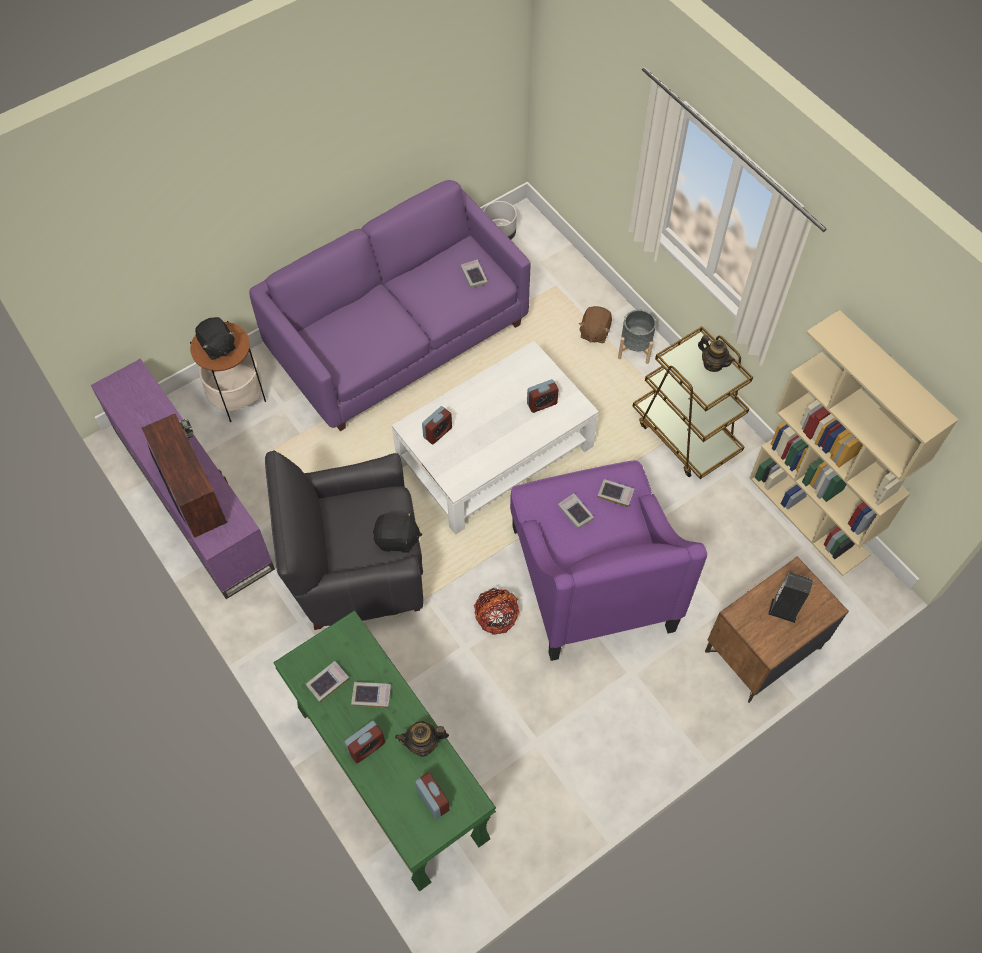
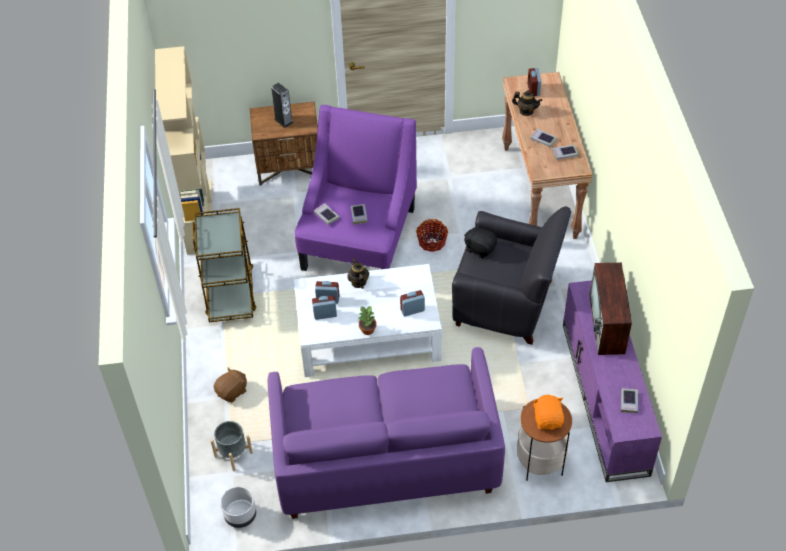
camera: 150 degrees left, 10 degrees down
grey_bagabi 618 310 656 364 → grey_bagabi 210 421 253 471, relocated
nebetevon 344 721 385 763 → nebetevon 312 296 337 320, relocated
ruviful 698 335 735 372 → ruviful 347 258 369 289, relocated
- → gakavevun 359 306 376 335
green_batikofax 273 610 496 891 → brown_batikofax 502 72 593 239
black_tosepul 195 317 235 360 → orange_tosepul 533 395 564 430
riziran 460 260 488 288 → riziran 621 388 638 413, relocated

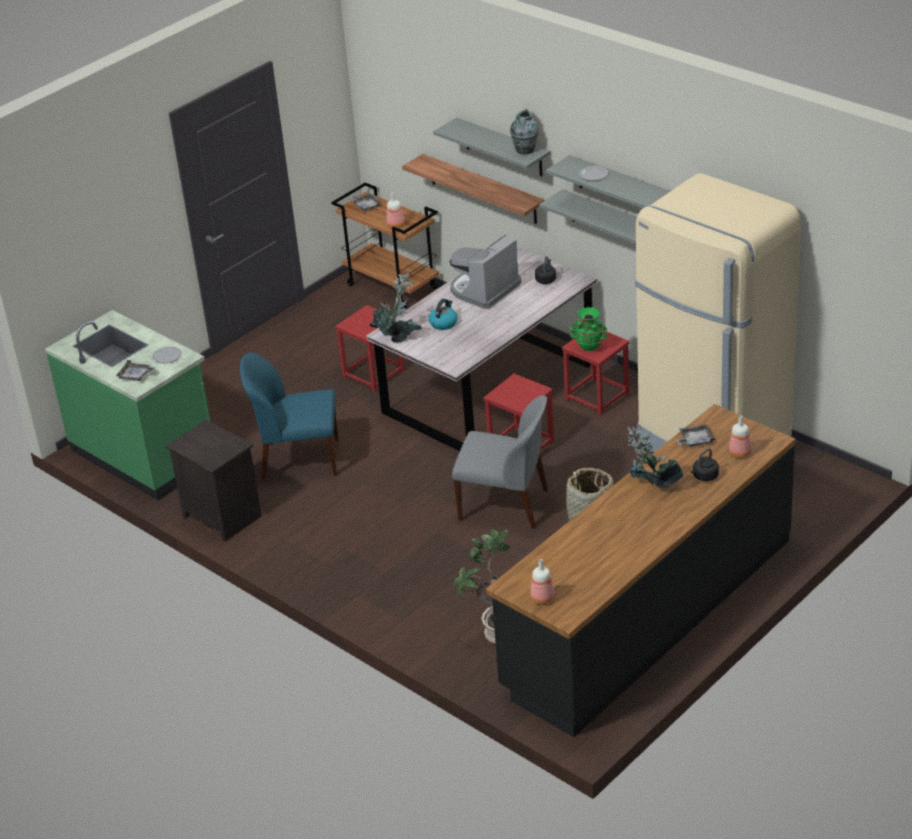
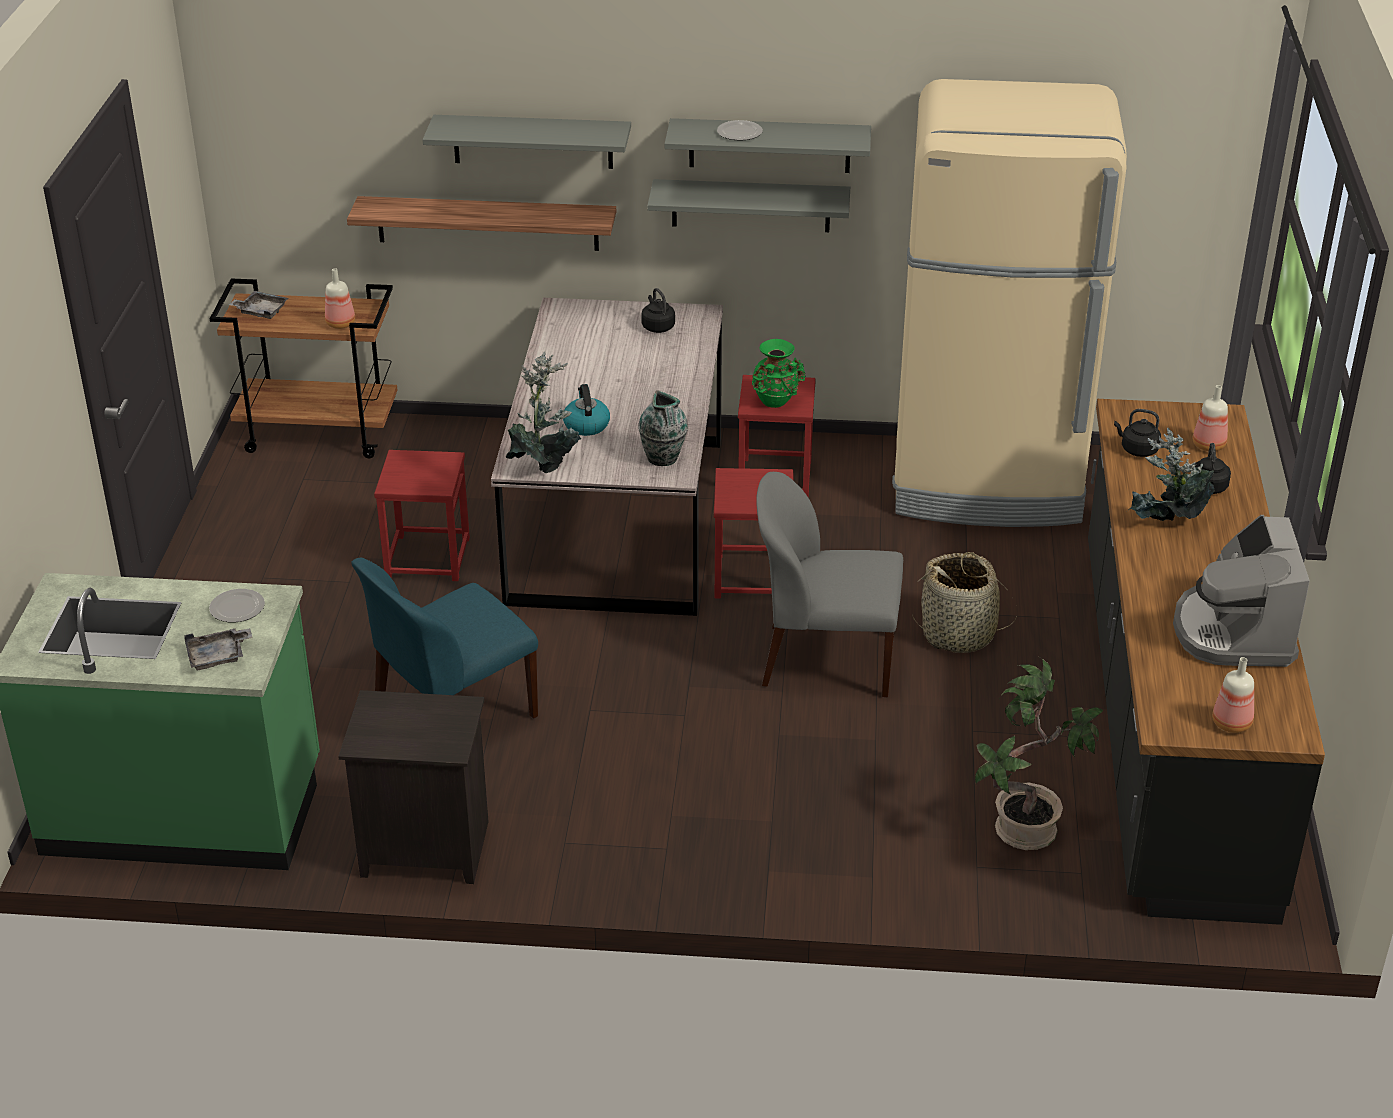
camera: 40 degrees left, 0 degrees up
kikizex 510 109 539 155 → kikizex 638 390 688 466, relocated
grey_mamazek 452 395 549 528 → grey_mamazek 756 472 903 697, 150 degrees counterclockwise
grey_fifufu 676 424 715 447 → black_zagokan 1114 409 1161 457
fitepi 450 235 521 309 → fitepi 1173 515 1310 667, relocated

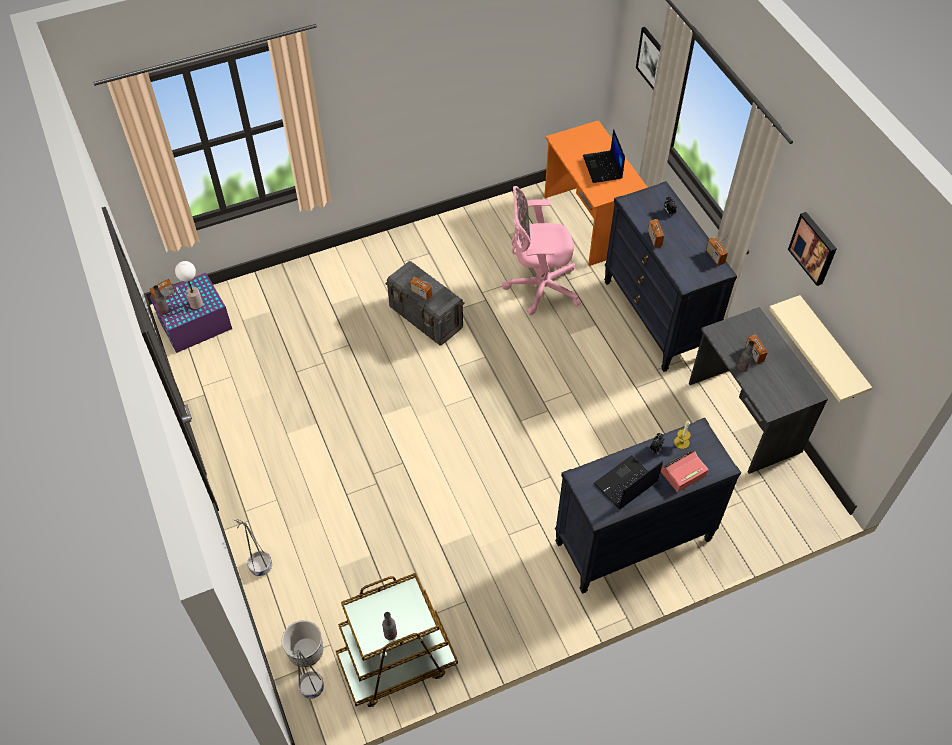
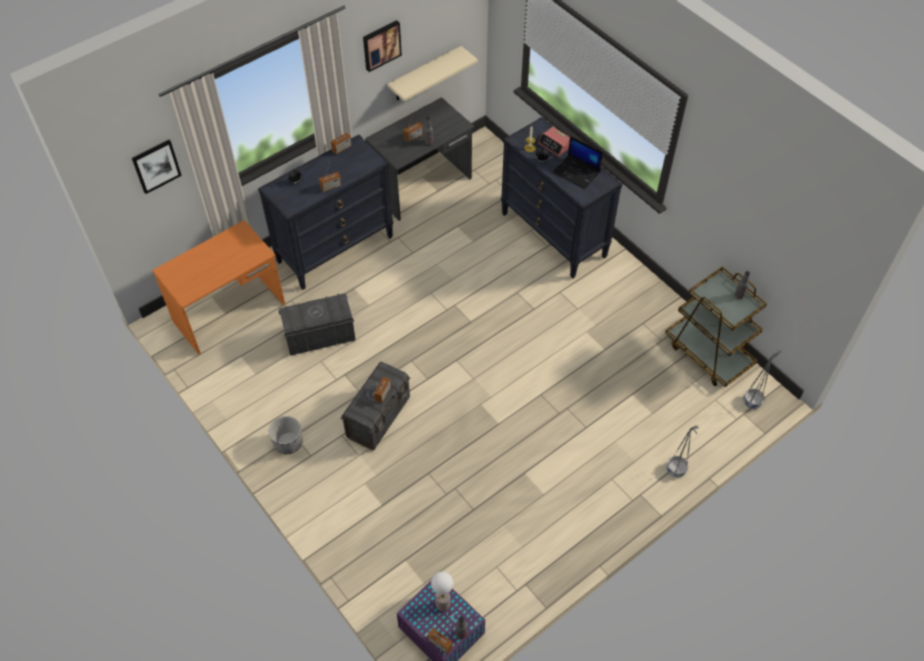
camera: 105 degrees left, 0 degrees up
bagabi 282 620 323 667 → bagabi 269 416 303 454, relocated
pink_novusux 502 186 581 315 → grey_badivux 278 293 356 356
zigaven 583 129 625 183 → -

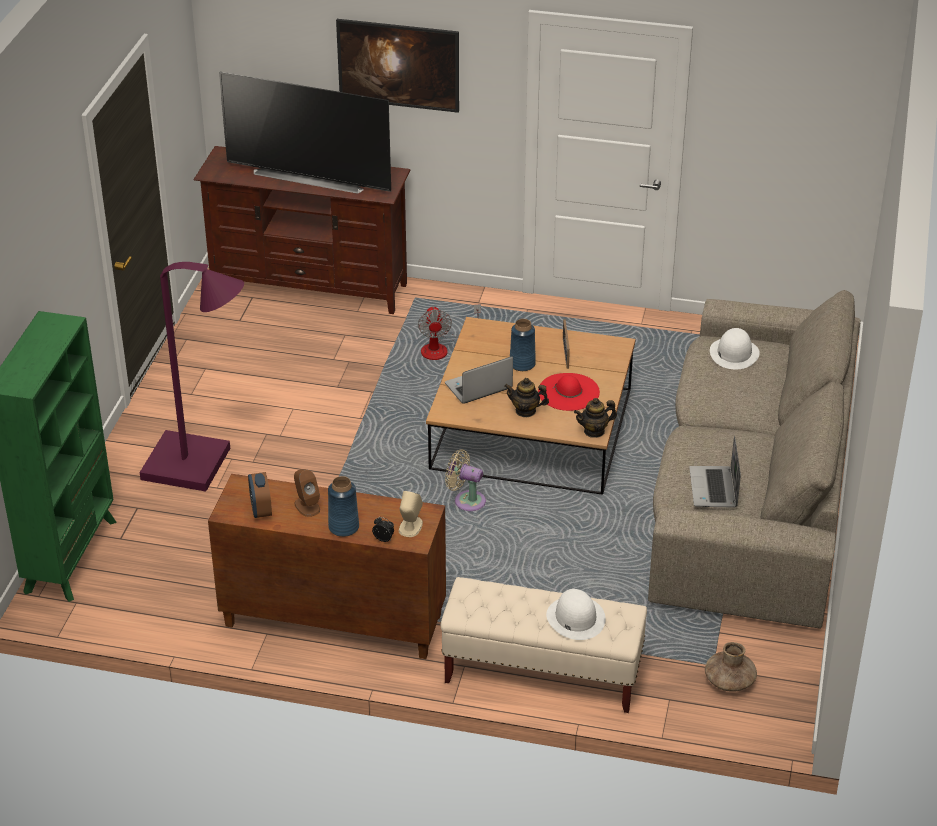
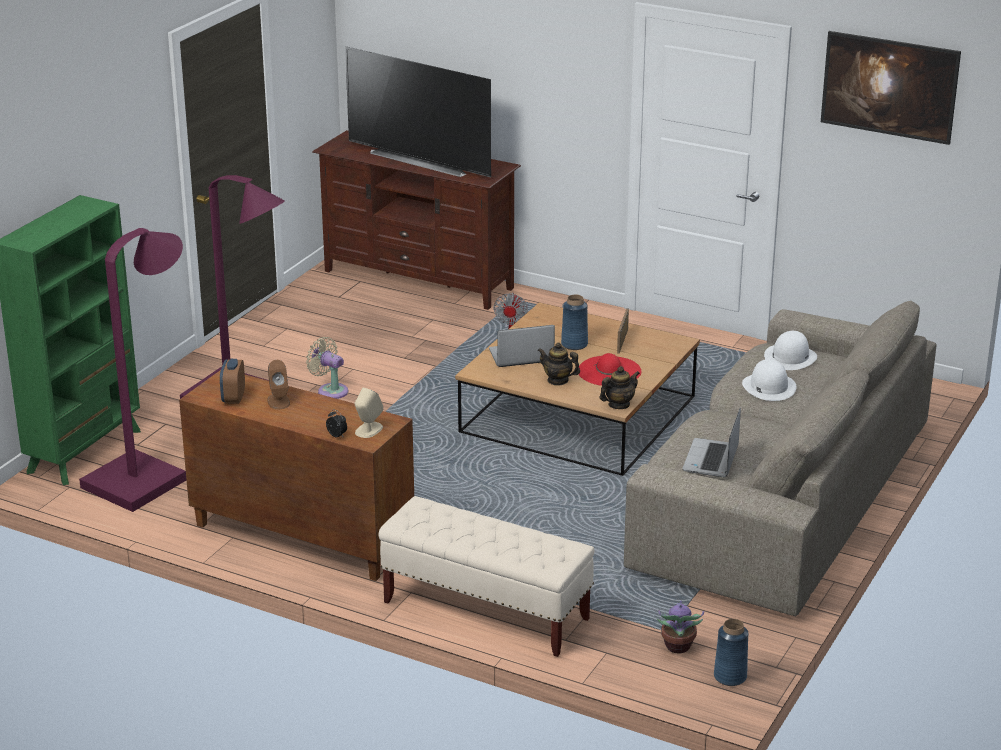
camera: 15 degrees right, 10 degrees down
- → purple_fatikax 79 228 186 512
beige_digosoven 445 449 486 511 → beige_digosoven 306 337 348 399, relocated
ruviful 574 398 617 438 → ruviful 600 366 640 409, 150 degrees clockwise
brown_kikizex 705 642 757 692 → gakavevun 657 601 704 653
blue_kikizex 328 476 359 537 → blue_kikizex 714 619 749 686, relocated
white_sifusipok 546 589 605 640 → white_sifusipok 742 359 796 401, relocated
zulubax 336 19 459 113 → zulubax 821 31 961 145, relocated

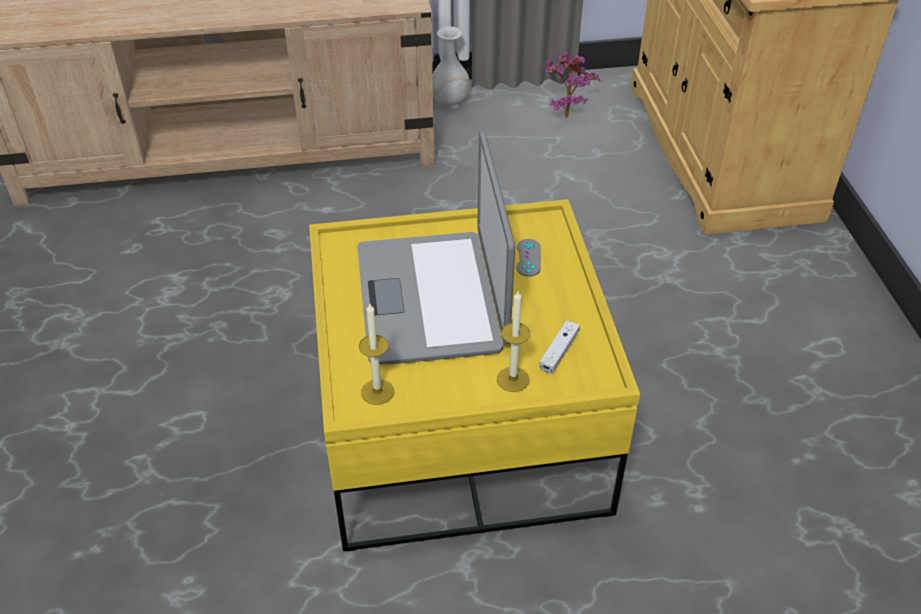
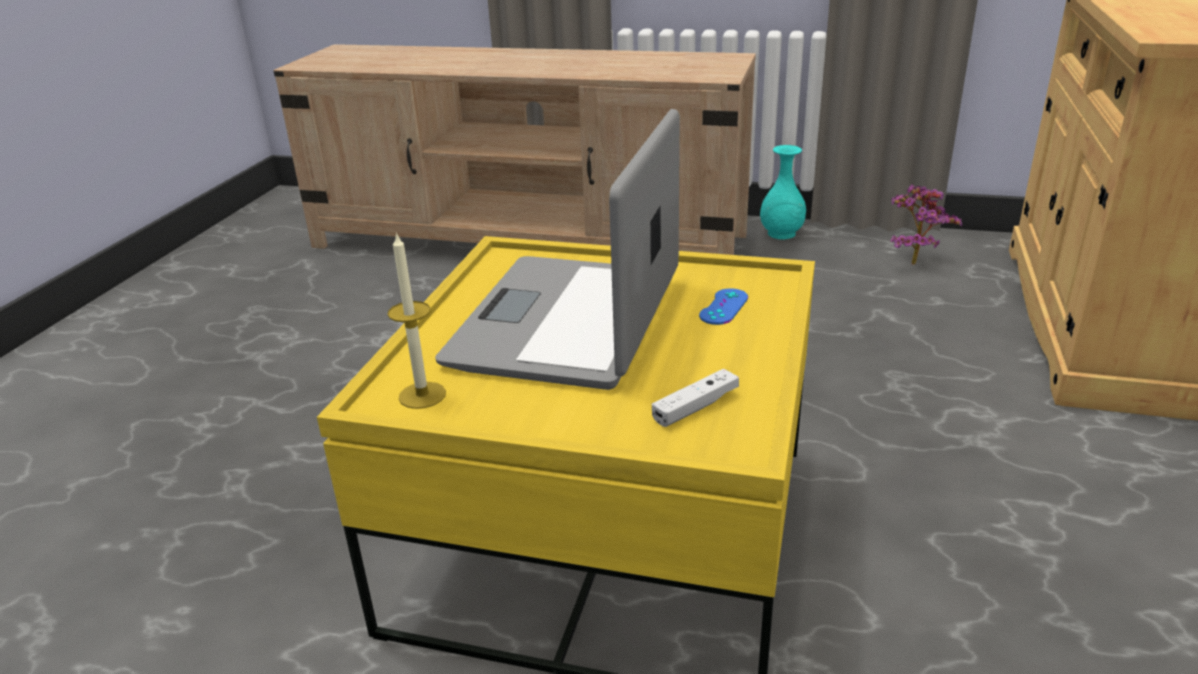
camera: 25 degrees right, 15 degrees down
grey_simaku 517 239 541 277 → blue_simaku 699 288 748 325
white_kikizex 433 27 470 109 → turquoise_kikizex 760 145 806 239
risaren 497 291 530 392 → -

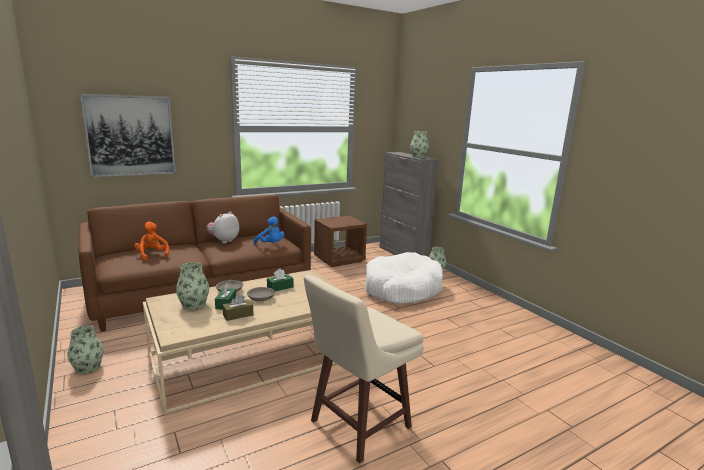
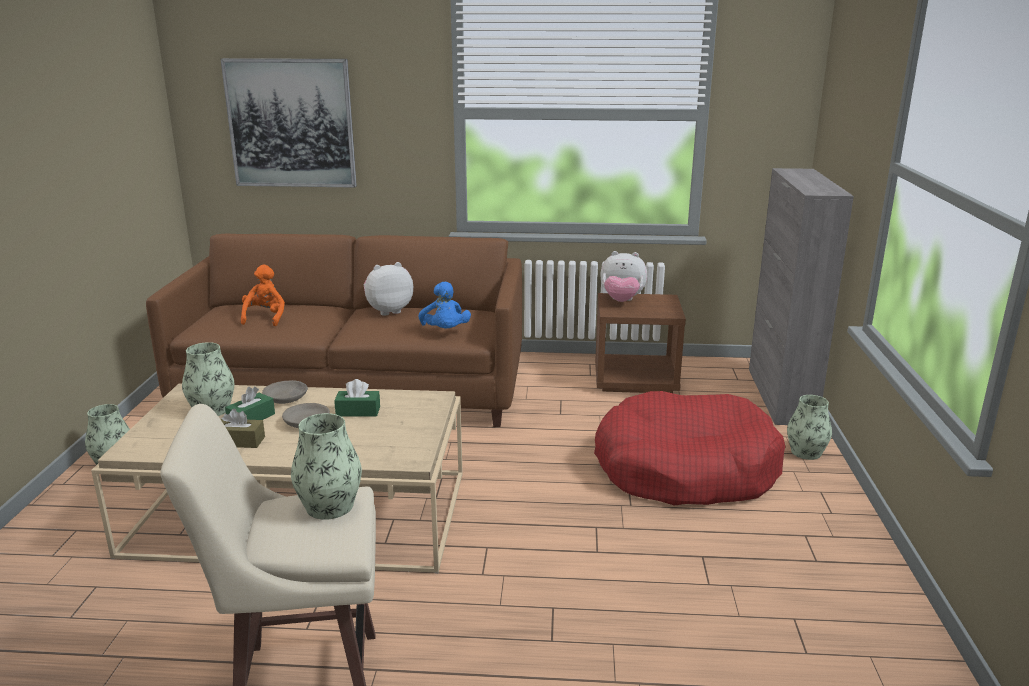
camera: 35 degrees right, 5 degrees up
kikizex 410 131 429 158 → kikizex 291 413 362 520, relocated
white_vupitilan 365 252 443 304 → red_vupitilan 594 391 785 506
- → tosepul 600 251 647 302

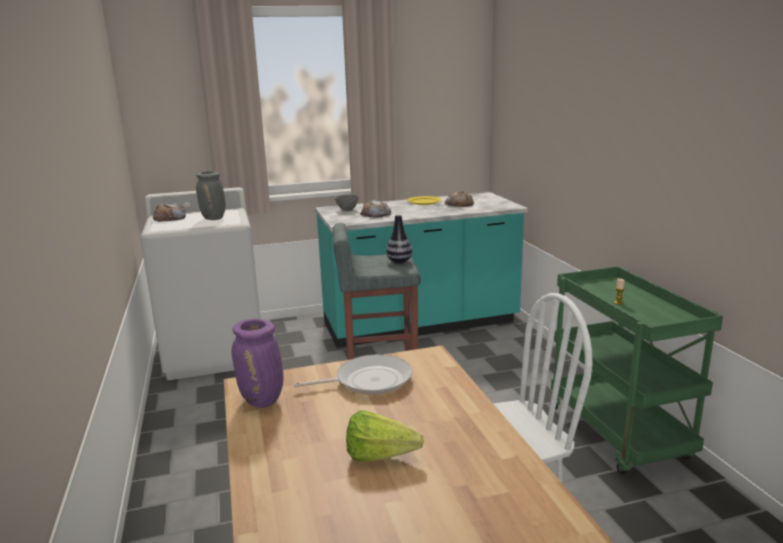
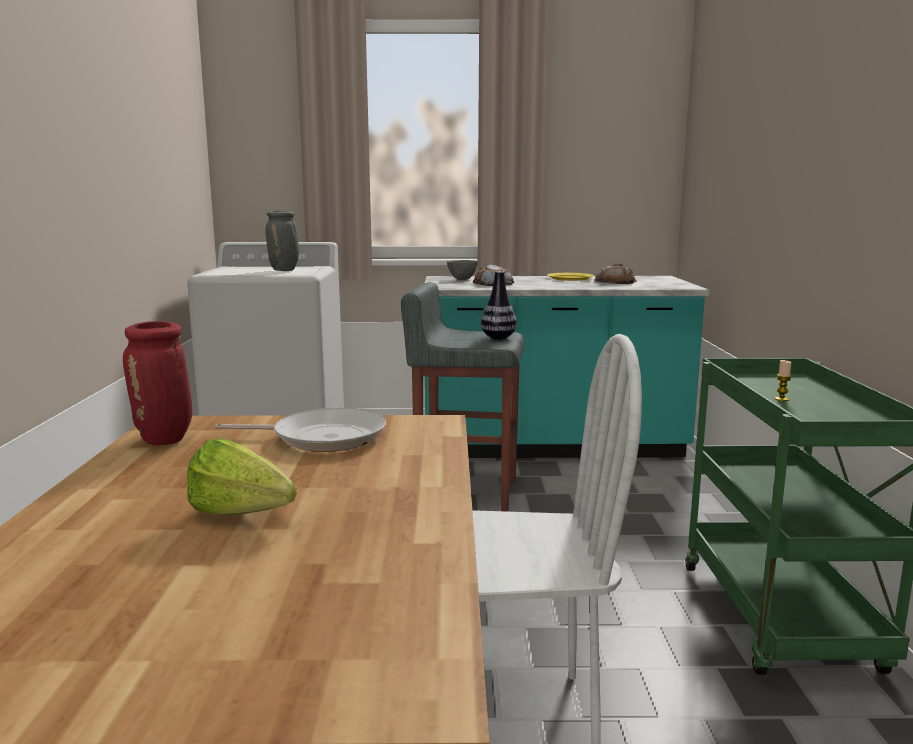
camera: 15 degrees right, 5 degrees down
purple_kikizex 232 318 283 408 → red_kikizex 123 321 192 446
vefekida 153 204 186 222 → -

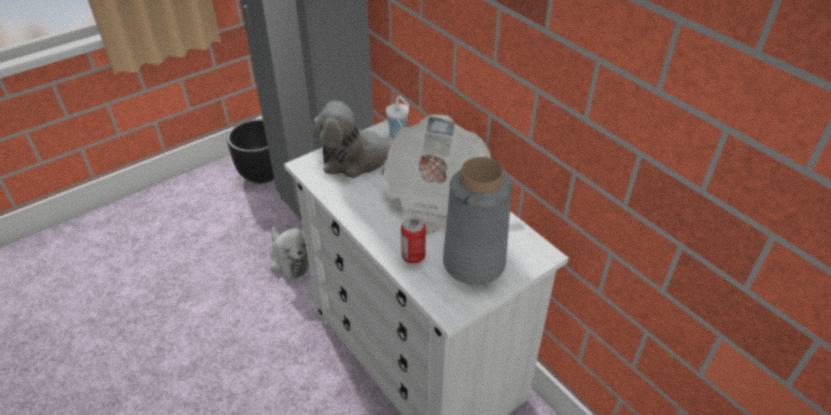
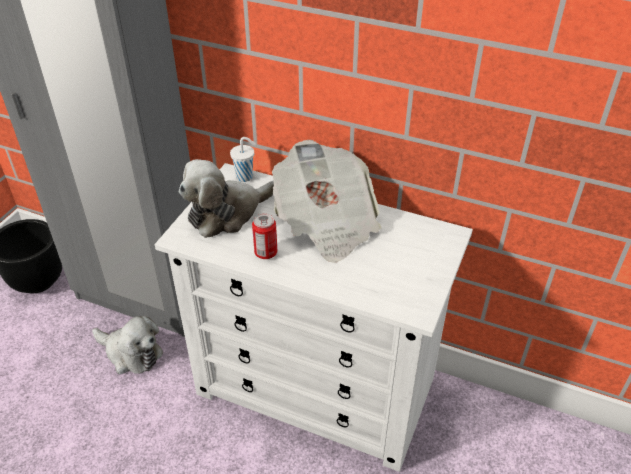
camera: 30 degrees left, 0 degrees up
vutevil 401 217 426 264 → vutevil 252 214 277 259, relocated
grey_kikizex 443 157 512 285 → -

